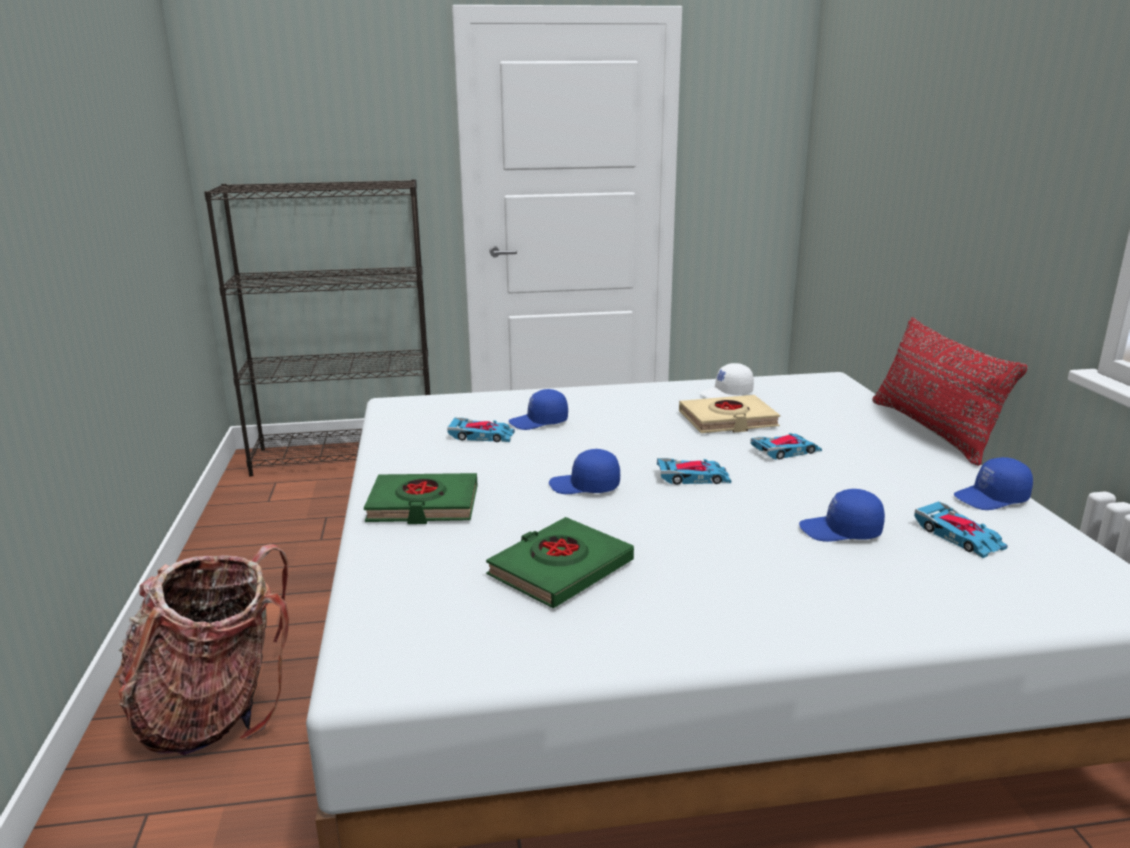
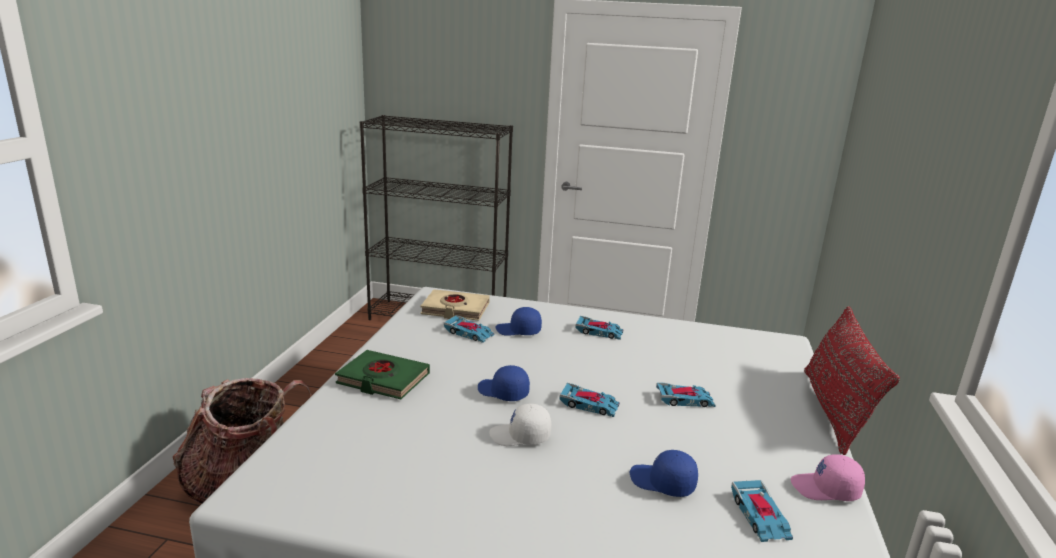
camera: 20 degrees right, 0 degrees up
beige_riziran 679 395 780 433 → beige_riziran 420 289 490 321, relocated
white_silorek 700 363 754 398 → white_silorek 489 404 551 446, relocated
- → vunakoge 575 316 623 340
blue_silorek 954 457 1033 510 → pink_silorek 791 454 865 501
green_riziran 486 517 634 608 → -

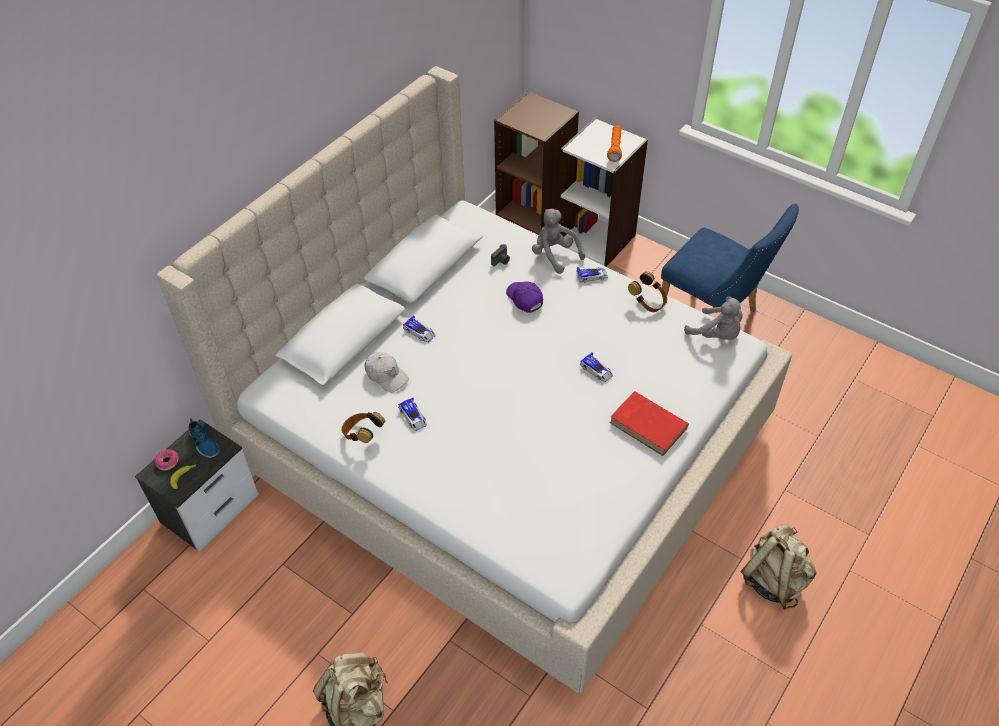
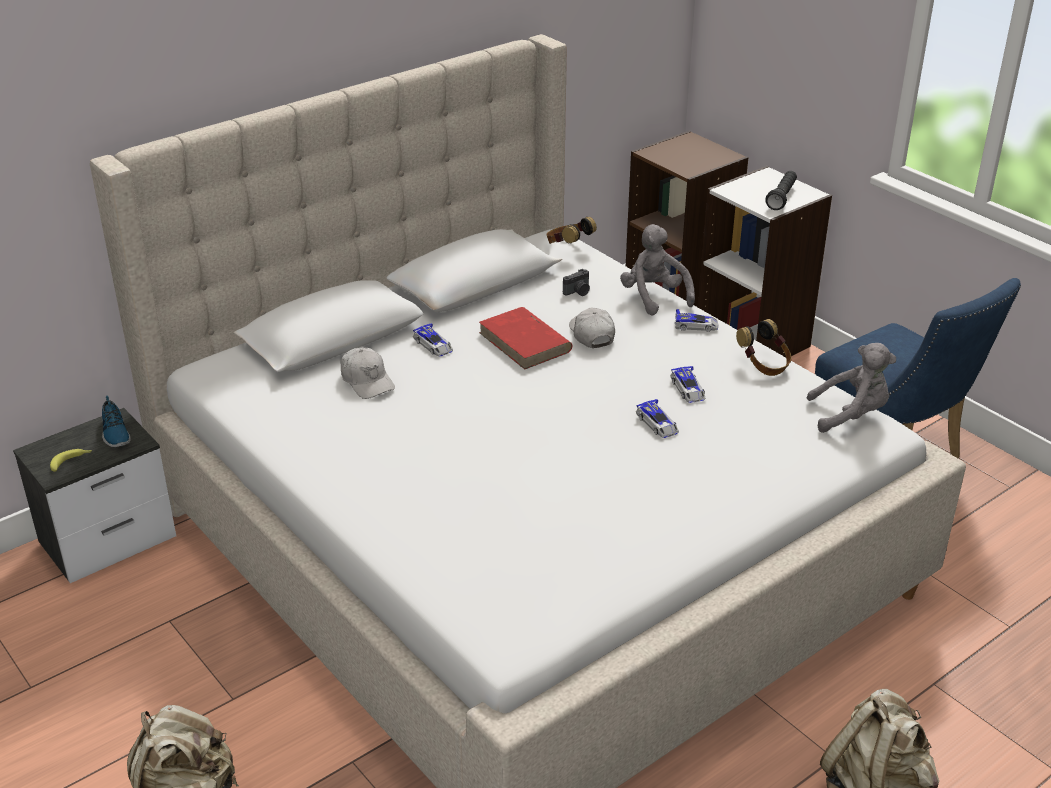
camera: 15 degrees right, 15 degrees down
red_riziran 610 391 689 456 → red_riziran 479 307 572 369, relocated
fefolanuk 341 412 385 443 → fefolanuk 546 217 597 244, relocated
purple_silorek 506 281 543 313 → white_silorek 569 308 615 348
vunakoge 398 398 427 431 → vunakoge 670 366 705 403, relocated
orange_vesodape 607 125 622 162 → black_vesodape 765 171 797 210
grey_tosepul 684 296 742 340 → grey_tosepul 807 343 896 433, 60 degrees counterclockwise
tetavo 154 449 179 470 → -

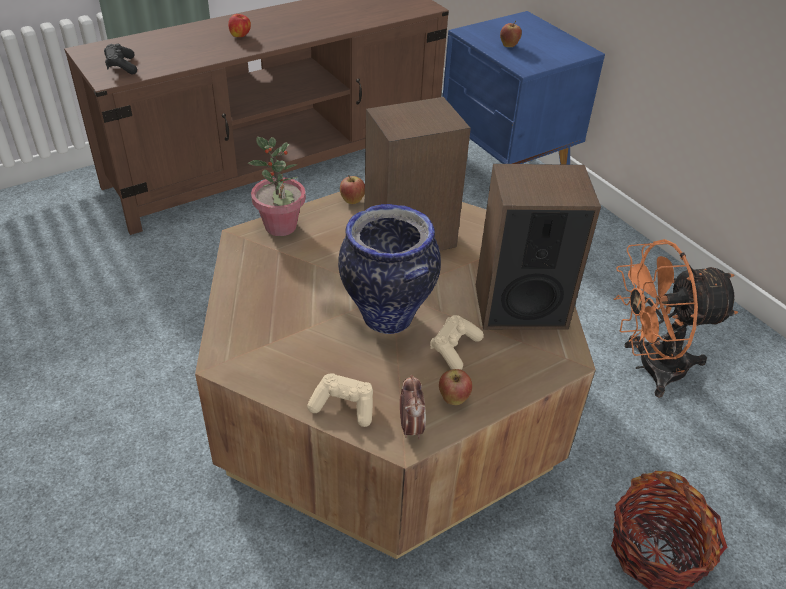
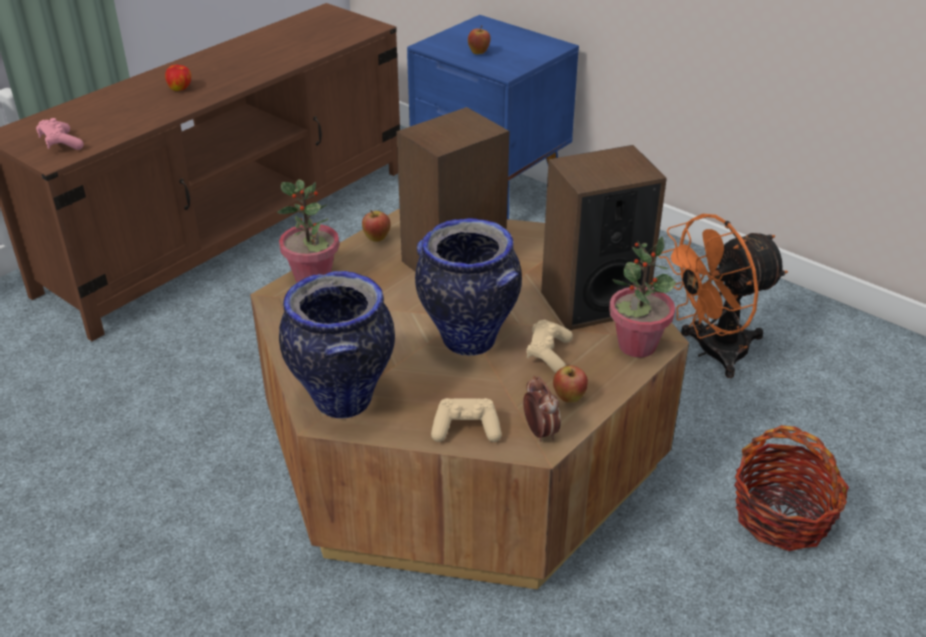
camera: 15 degrees left, 5 degrees down
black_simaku 104 44 137 75 → pink_simaku 36 118 84 150
- → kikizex 279 271 395 419
- → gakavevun 609 236 676 357

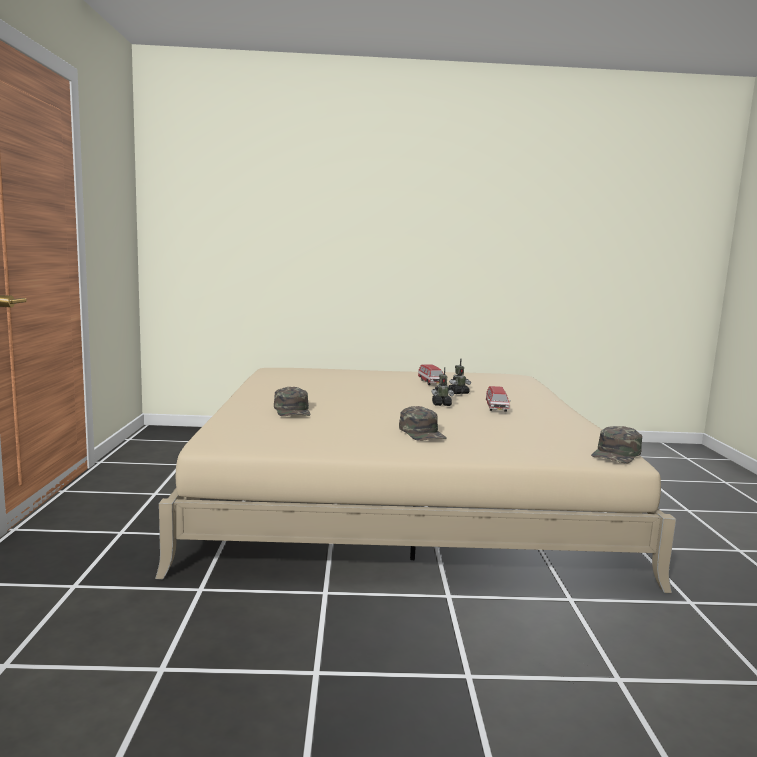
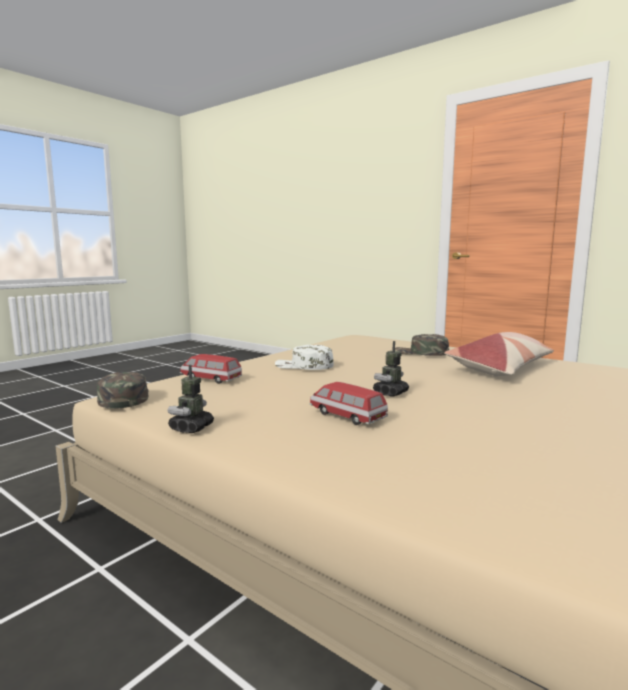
camera: 130 degrees right, 0 degrees up
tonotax 448 358 471 394 → tonotax 168 365 214 433, relocated
vunakoge 418 364 444 385 → vunakoge 180 354 242 384, relocated
green_silorek 399 406 447 441 → white_silorek 275 345 334 370
- → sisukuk 444 332 554 377

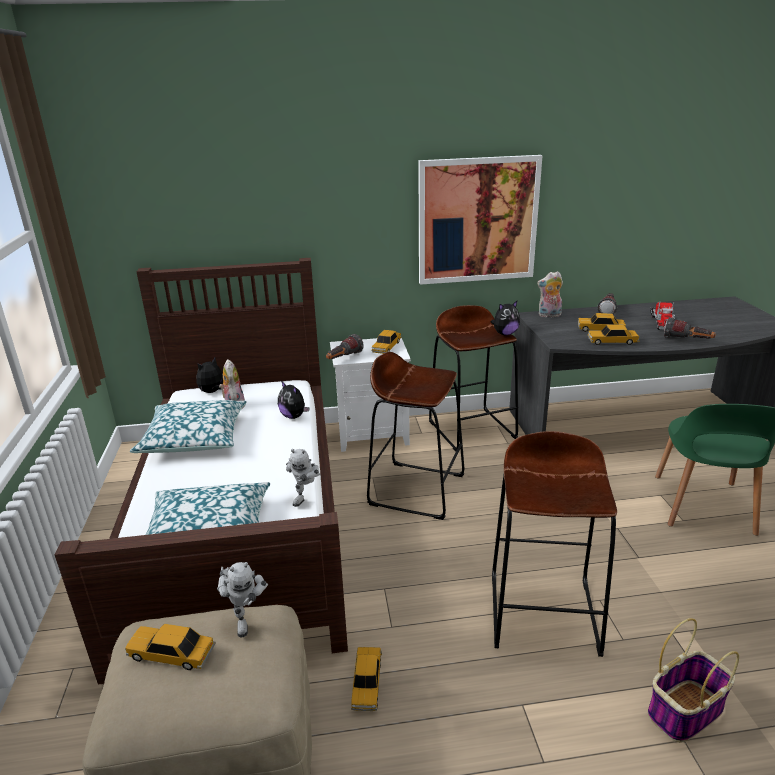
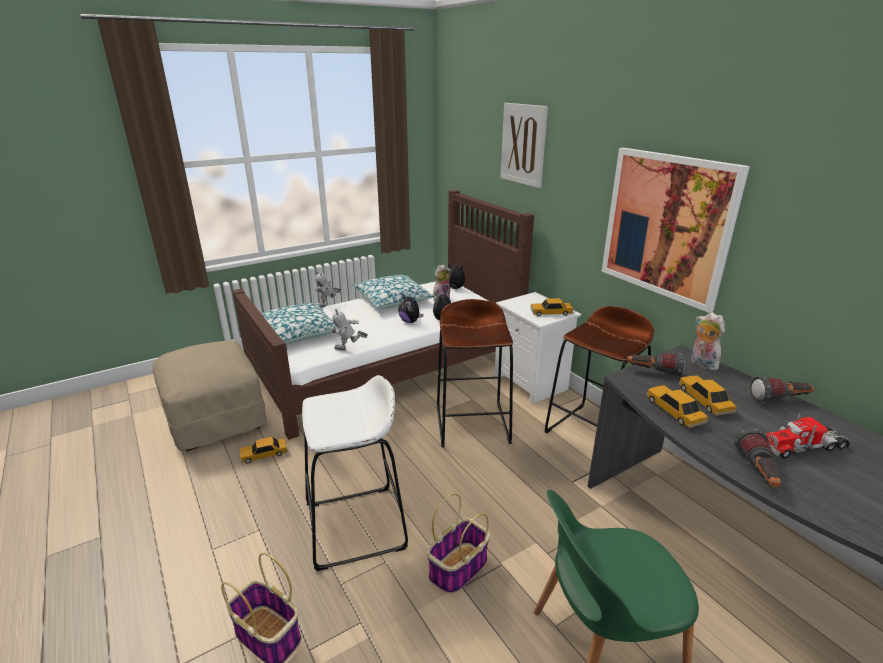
camera: 65 degrees right, 0 degrees up
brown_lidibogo 492 431 617 657 → white_lidibogo 302 375 408 571
tonotax 217 562 268 637 → tonotax 315 272 341 307, relocated
tosepul 491 301 520 335 → tosepul 398 294 423 323, relocated
- → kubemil 427 493 490 594
- → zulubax 500 103 548 188
vesodape 326 334 364 359 → vesodape 627 353 685 377, relocated
vunakoge 125 624 216 670 → -

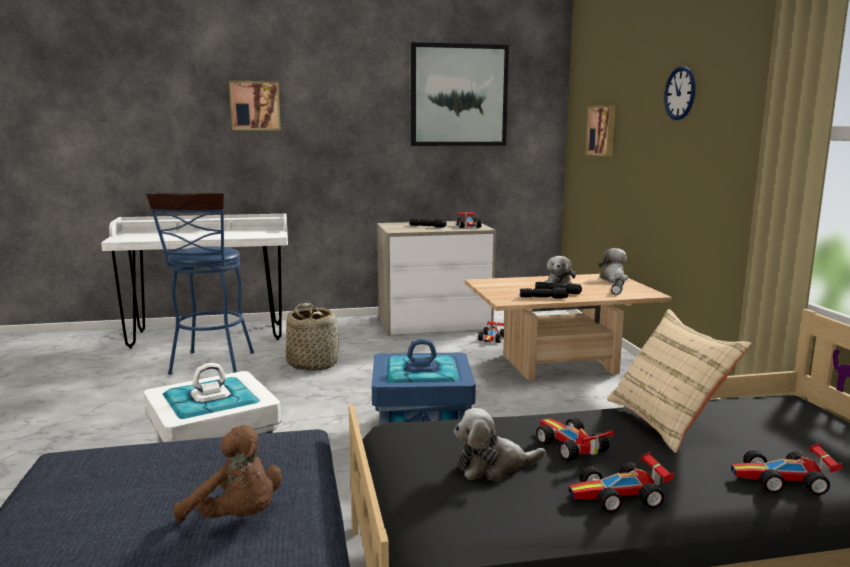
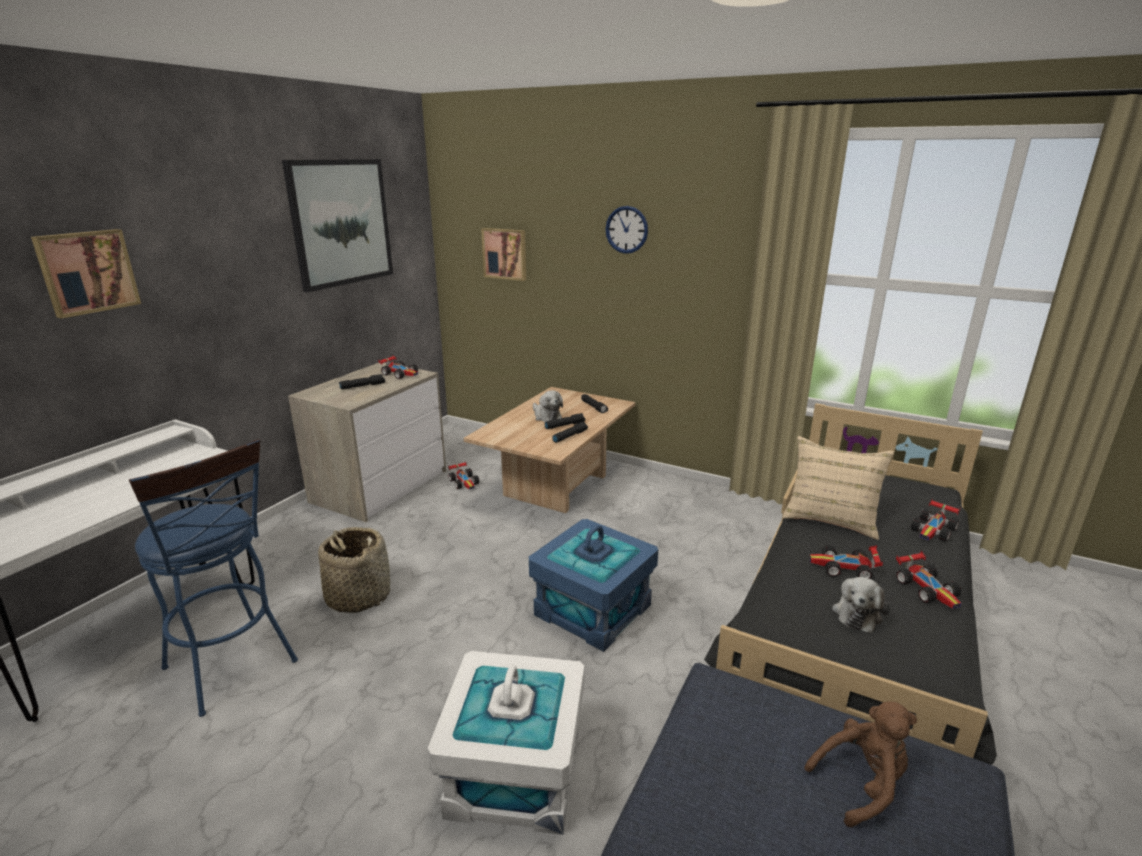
camera: 50 degrees left, 10 degrees up
vunakoge 569 451 674 513 → vunakoge 896 551 962 609, 45 degrees counterclockwise
tosepul 598 248 628 283 → -

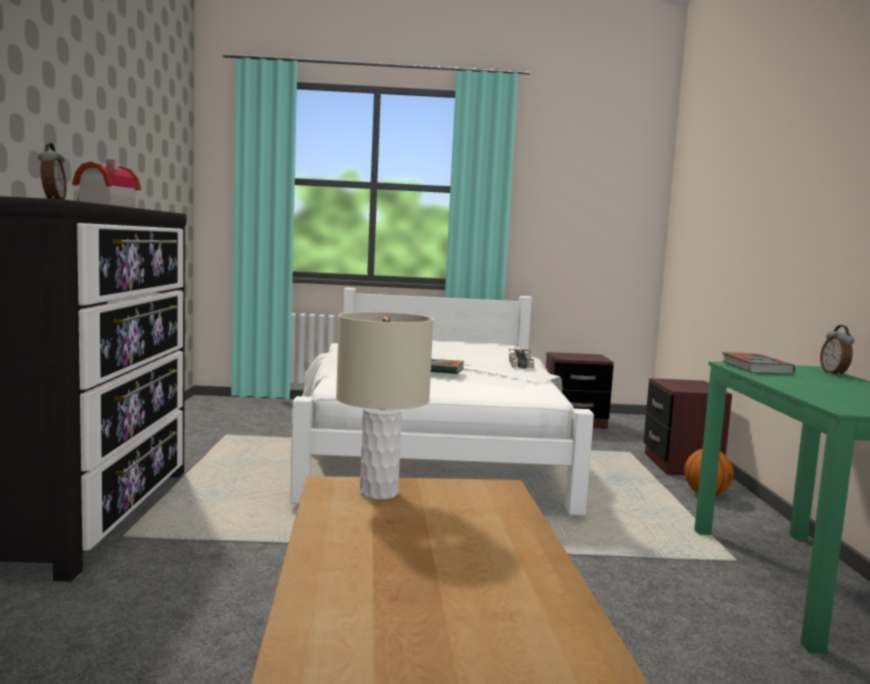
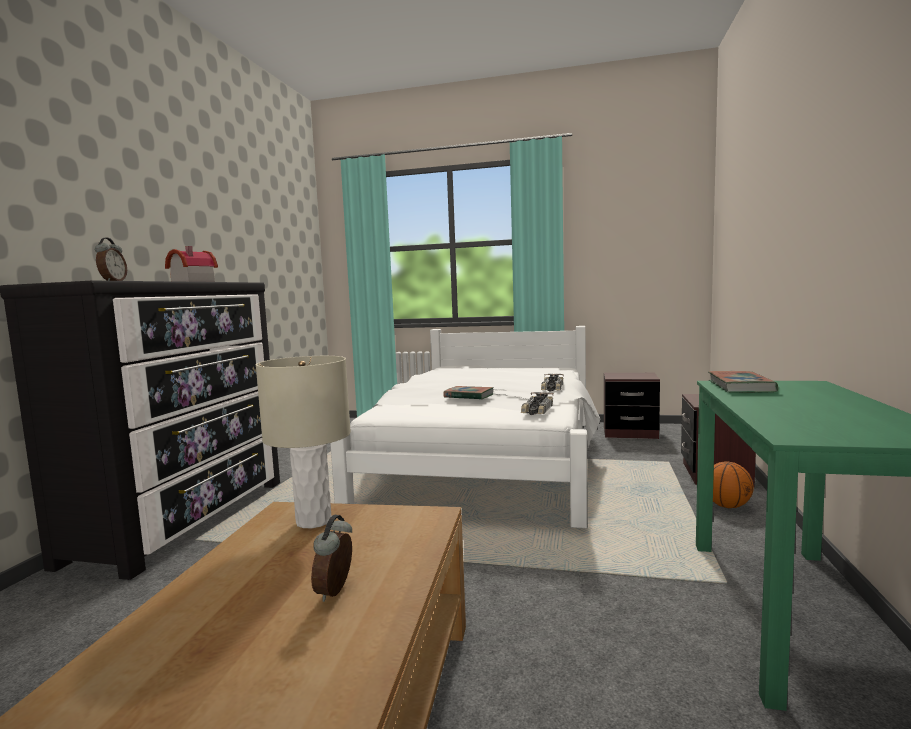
camera: 15 degrees right, 0 degrees up
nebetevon 820 325 854 376 → nebetevon 311 515 352 602, relocated
- → vunakoge 521 392 553 415

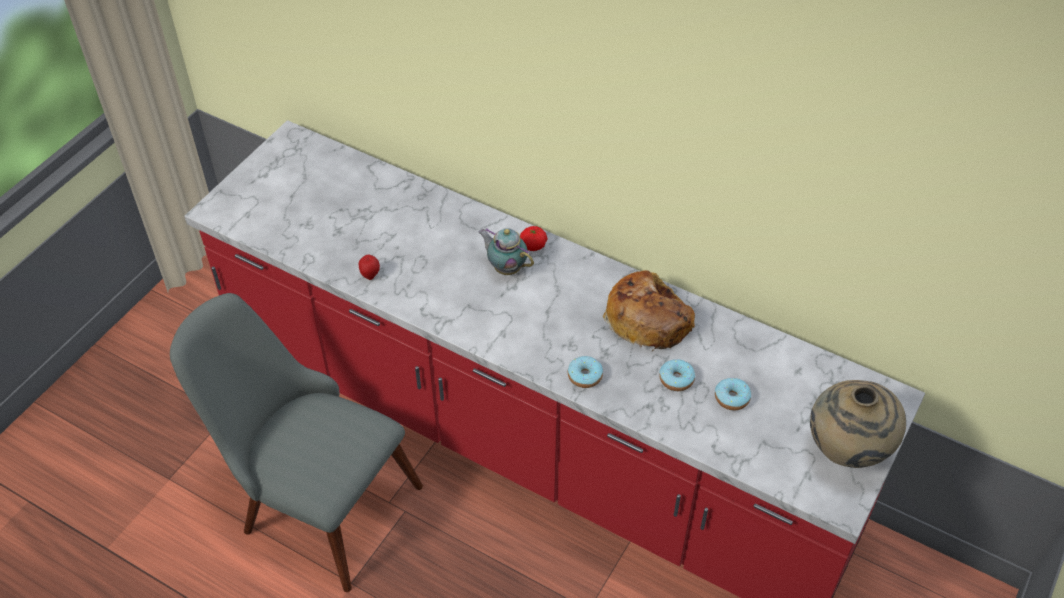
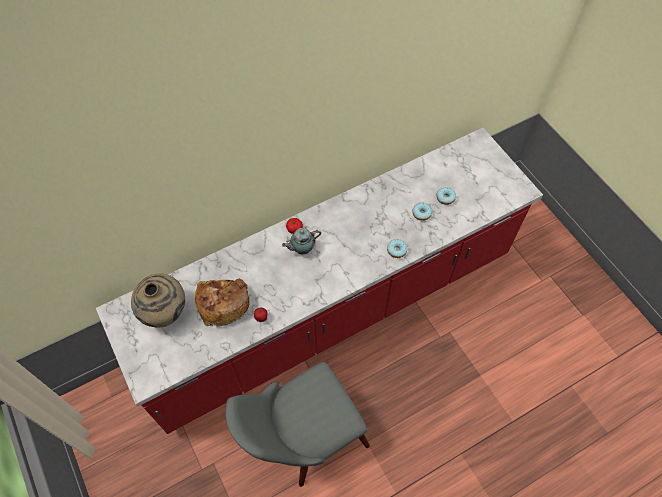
camera: 60 degrees left, 10 degrees up
beige_kikizex 810 380 906 468 → beige_kikizex 131 273 185 327, relocated
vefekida 603 270 695 352 → vefekida 195 279 249 327, relocated

